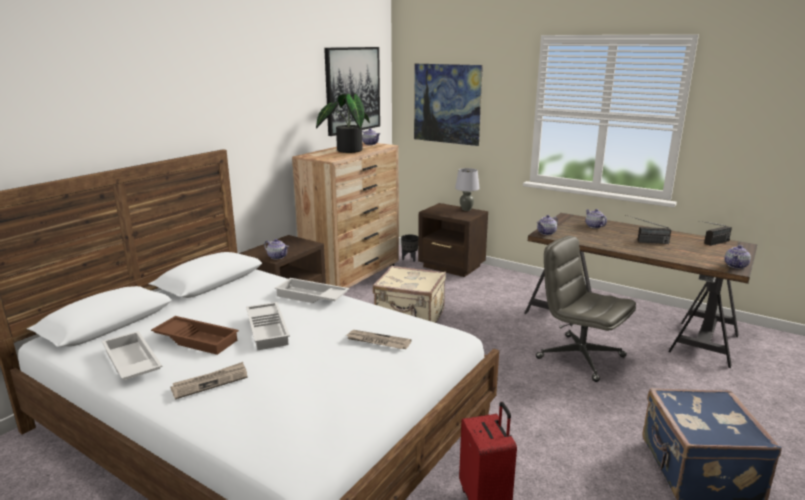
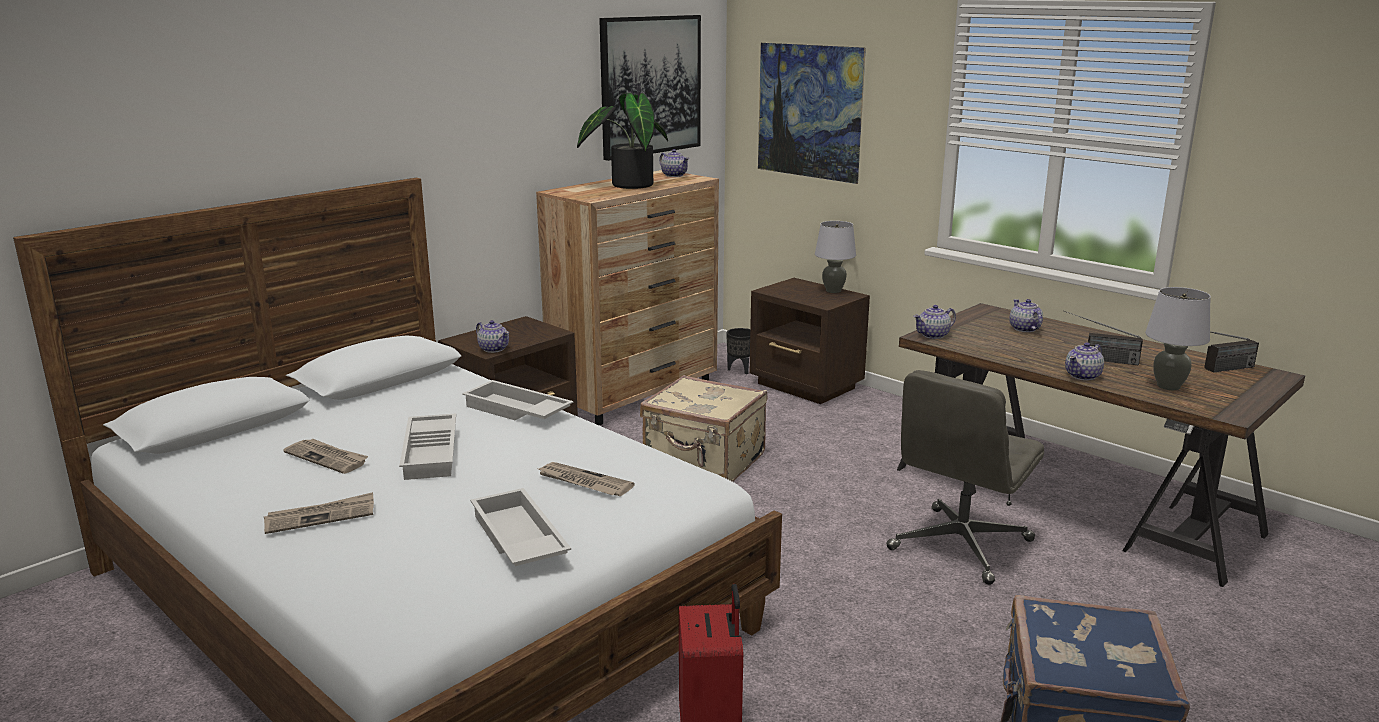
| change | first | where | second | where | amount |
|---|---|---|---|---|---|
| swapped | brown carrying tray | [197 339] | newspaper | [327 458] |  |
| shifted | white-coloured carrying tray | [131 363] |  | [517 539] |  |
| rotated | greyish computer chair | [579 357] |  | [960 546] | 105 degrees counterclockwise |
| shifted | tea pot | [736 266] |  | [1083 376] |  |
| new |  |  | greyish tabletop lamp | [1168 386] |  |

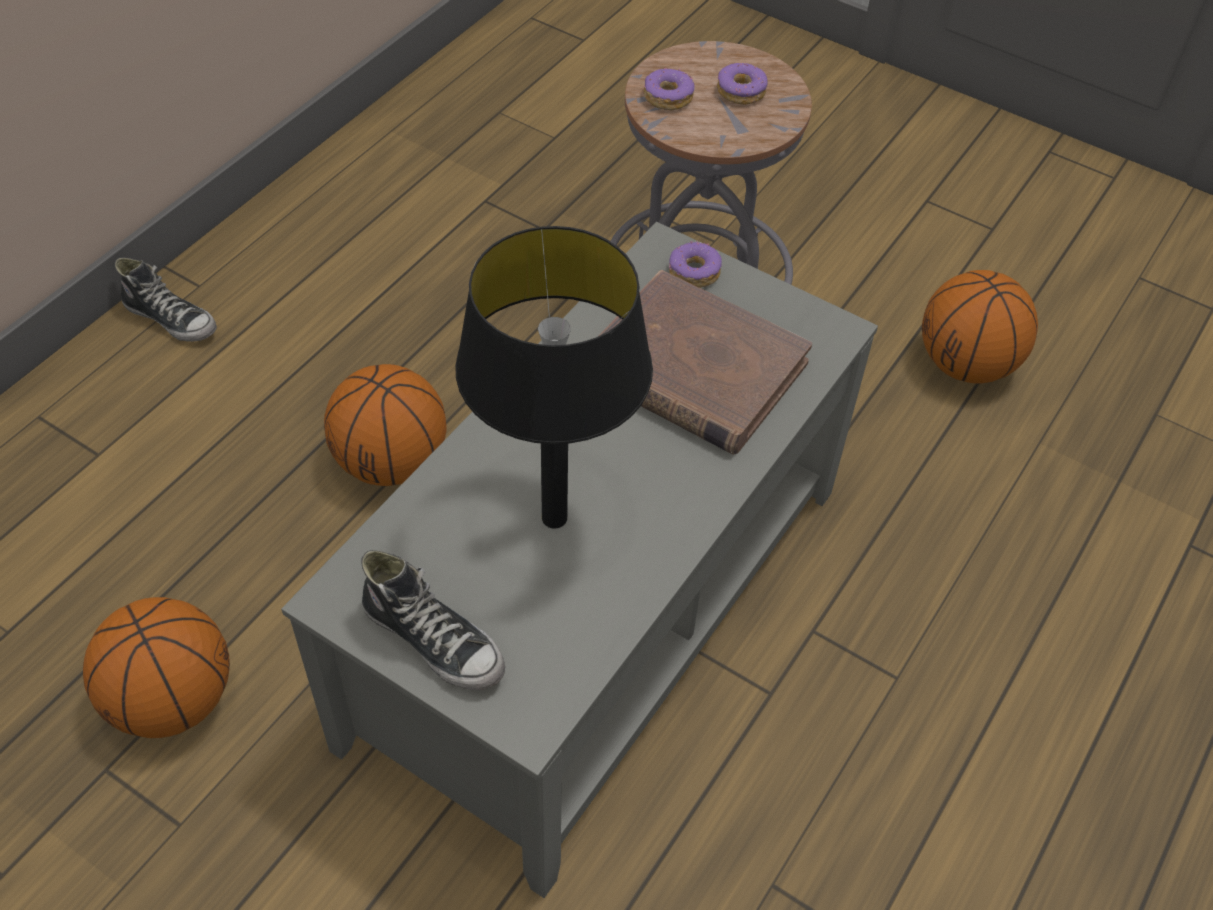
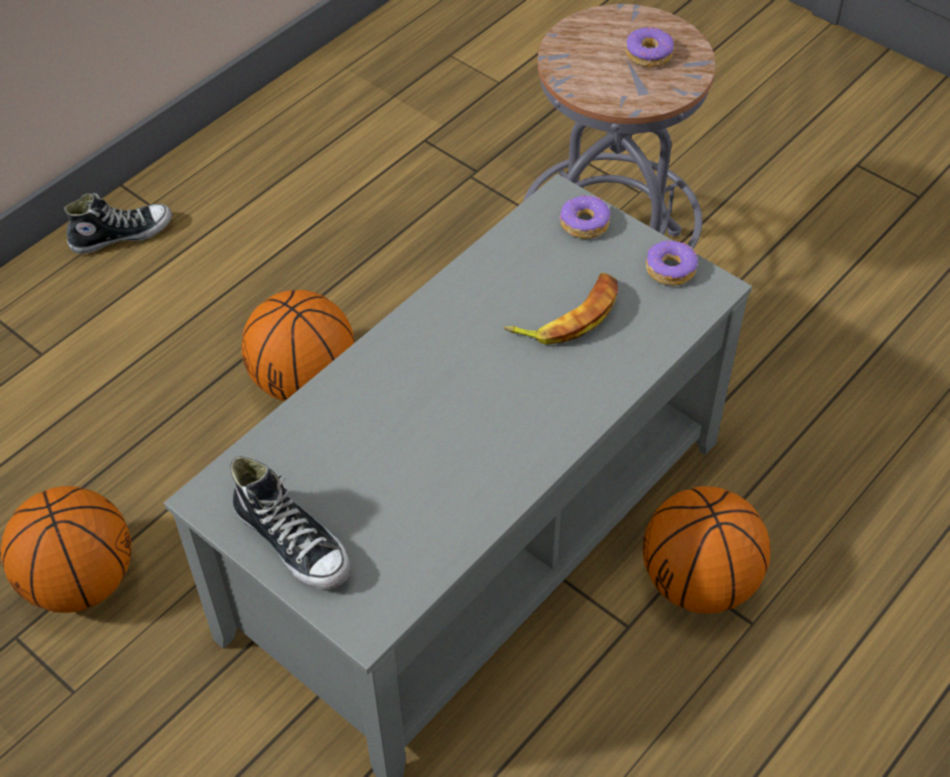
| change | first | where | second | where | amount |
|---|---|---|---|---|---|
| rotated | shoe | [171 319] |  | [122 234] | 60 degrees counterclockwise |
| swapped | brown book | [694 370] | whole banana | [569 316] |  |
| shifted | basketball ball | [965 364] |  | [698 582] |  |
| shifted | donut | [667 97] |  | [670 269] |  |
| gone | blackish tabletop lamp | [556 518] |  |  |  |

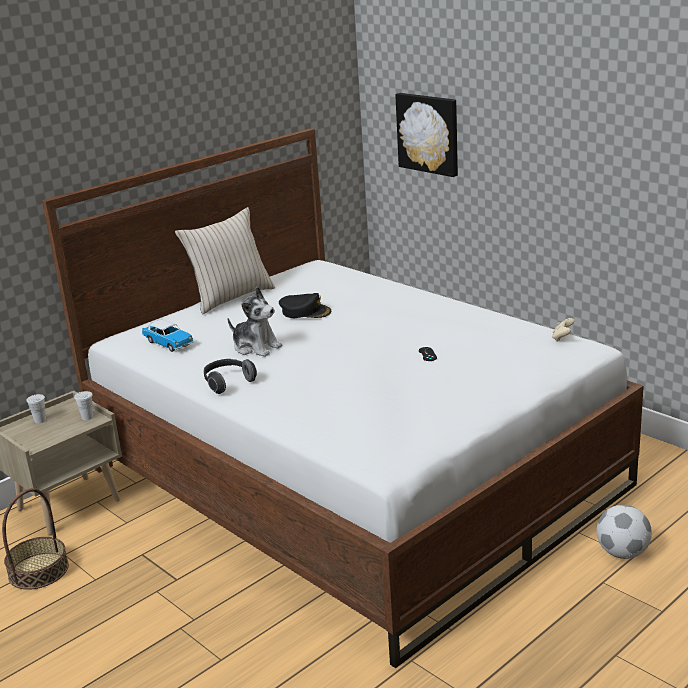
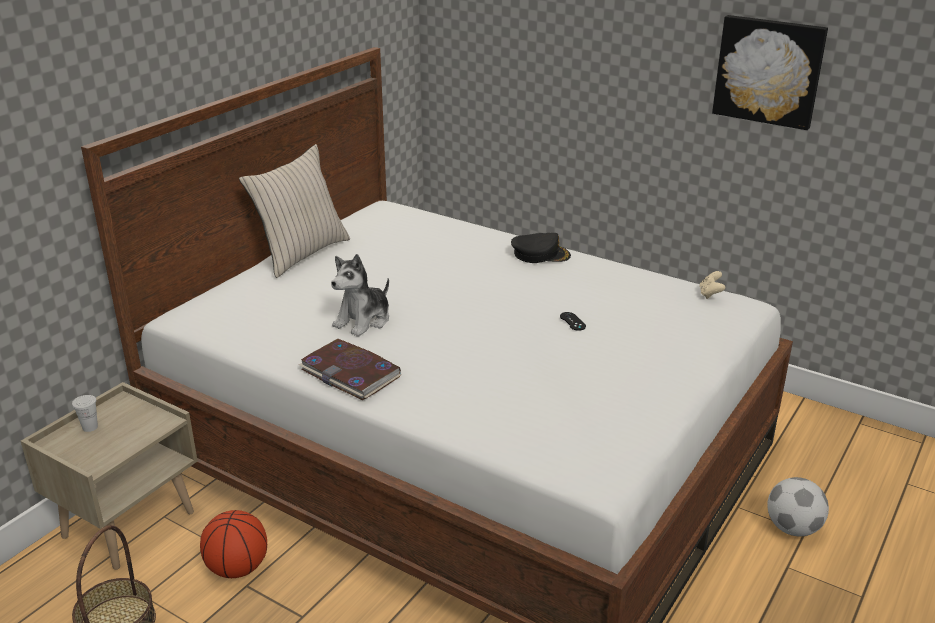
| change | first | where | second | where | amount |
|---|---|---|---|---|---|
| new |  |  | basketball ball | [237 568] |  |
| swapped | headset | [227 383] | book | [351 373] |  |
| rotated | plush toy | [256 347] |  | [363 321] | 105 degrees clockwise |
| shifted | blackish peaked cap | [305 312] |  | [540 254] |  |
| shifted | wall picture | [429 133] |  | [769 71] |  |
| gone | white-coloured drinking cup | [87 417] |  |  |  |
| gone | model car | [168 343] |  |  |  |

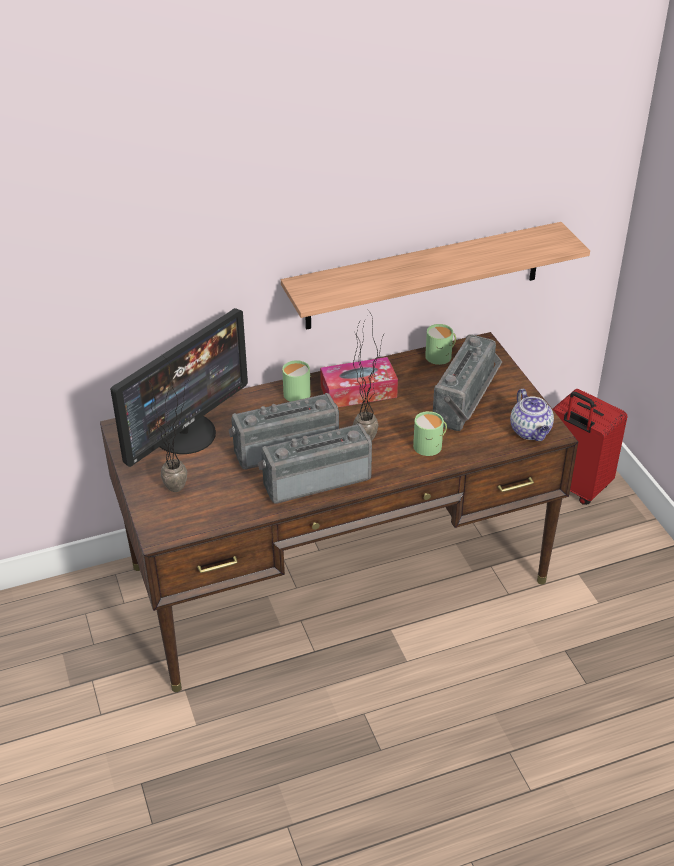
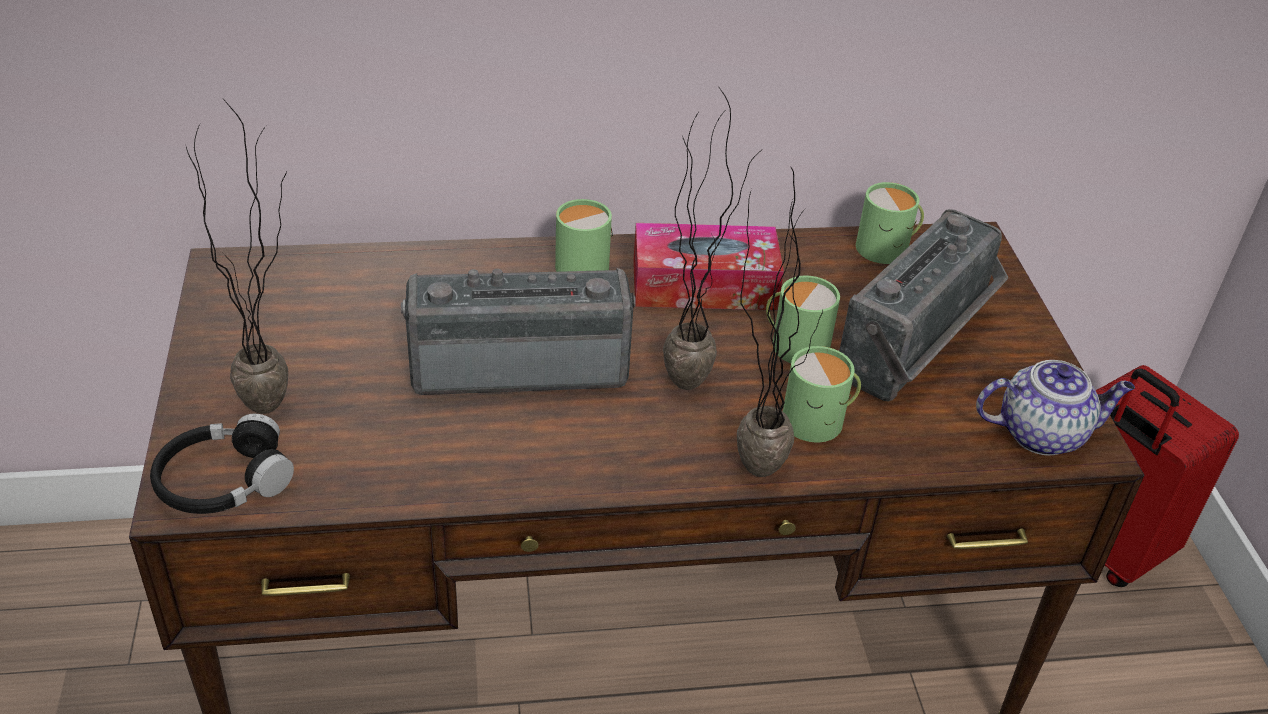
| change | first | where | second | where | amount |
|---|---|---|---|---|---|
| new |  |  | blackish headset | [223 481] |  |
| new |  |  | houseplant | [754 456] |  |
| new |  |  | green coffee mug | [794 343] |  |
| rotated | tea pot | [531 432] |  | [1042 433] | 90 degrees counterclockwise |
| gone | computer display | [185 433] |  |  |  |
| gone | radio | [315 478] |  |  |  |
| gone | wall shelf | [424 276] |  |  |  |

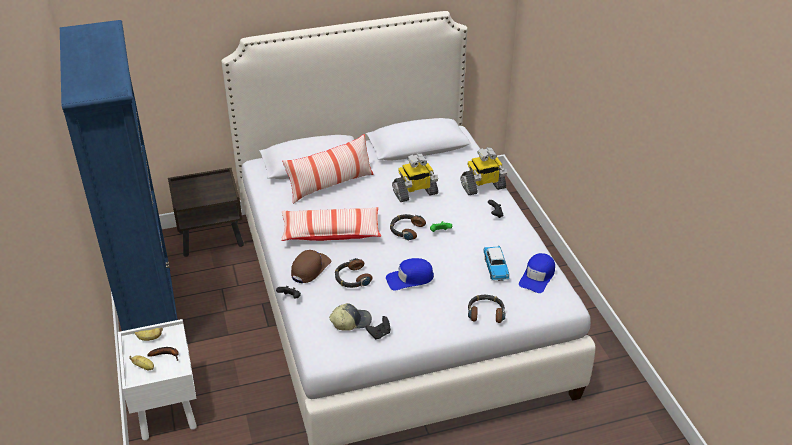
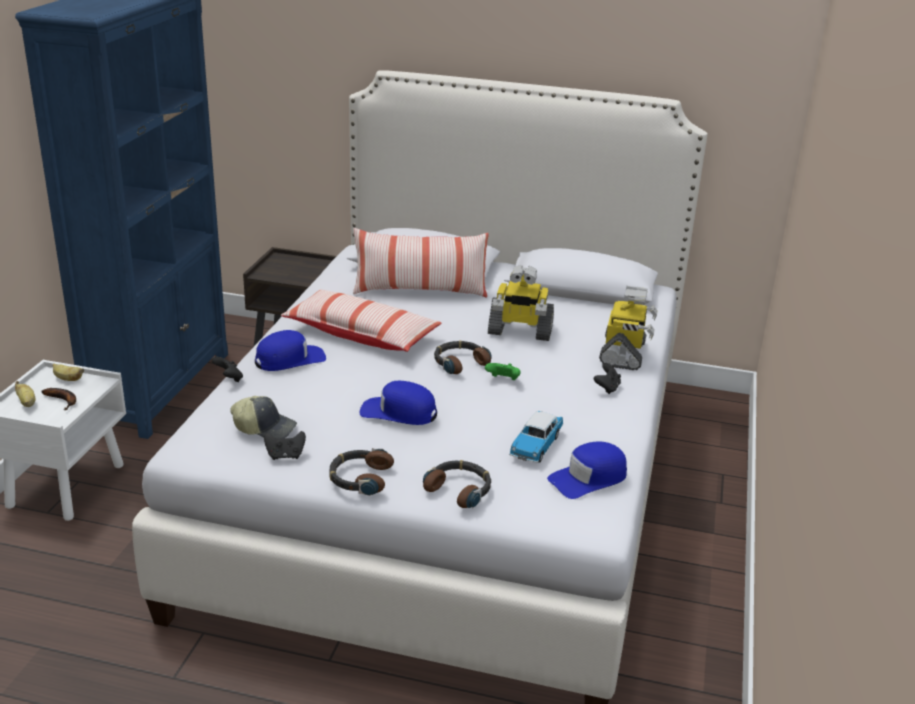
| change | first | where | second | where | amount |
|---|---|---|---|---|---|
| repainted | brown peaked cap | [310 268] | blue-coloured peaked cap | [290 359] |  |
| shifted | headset | [352 278] |  | [359 478] |  |
| rotated | toy robot | [483 187] |  | [624 354] | 90 degrees counterclockwise |

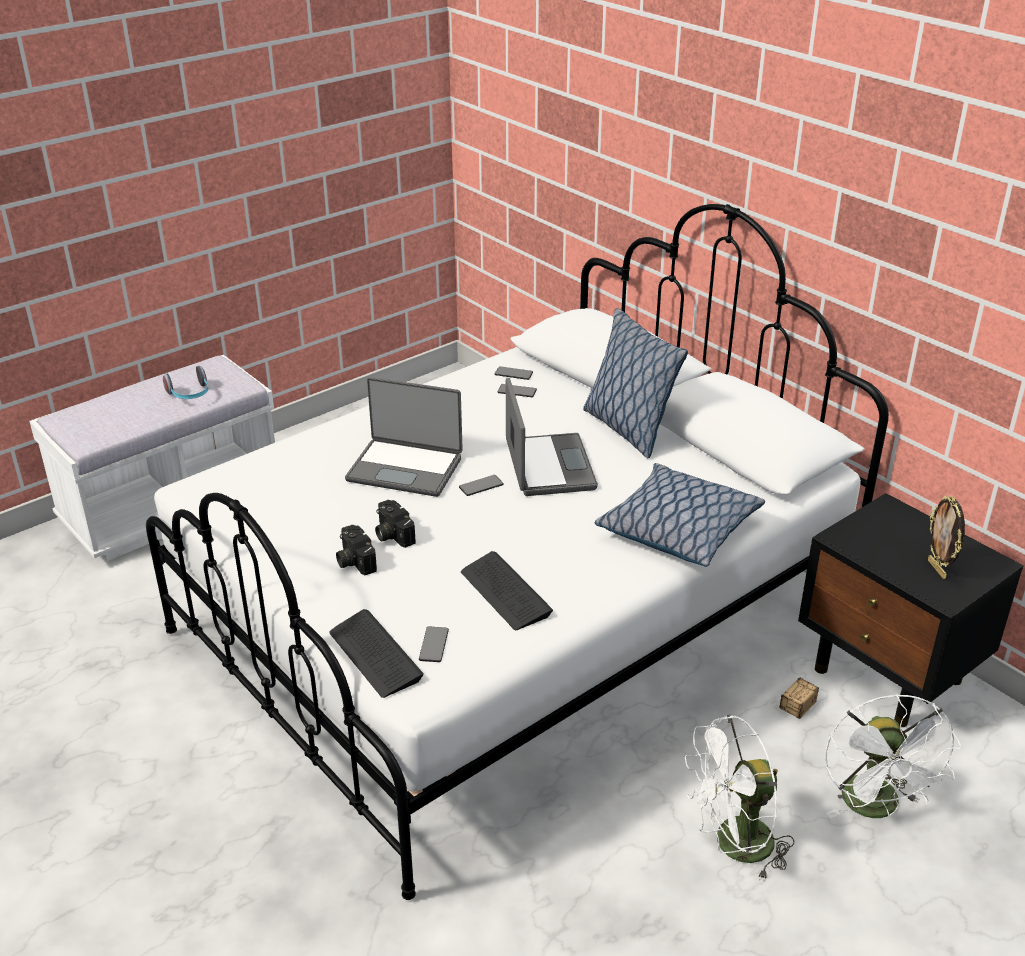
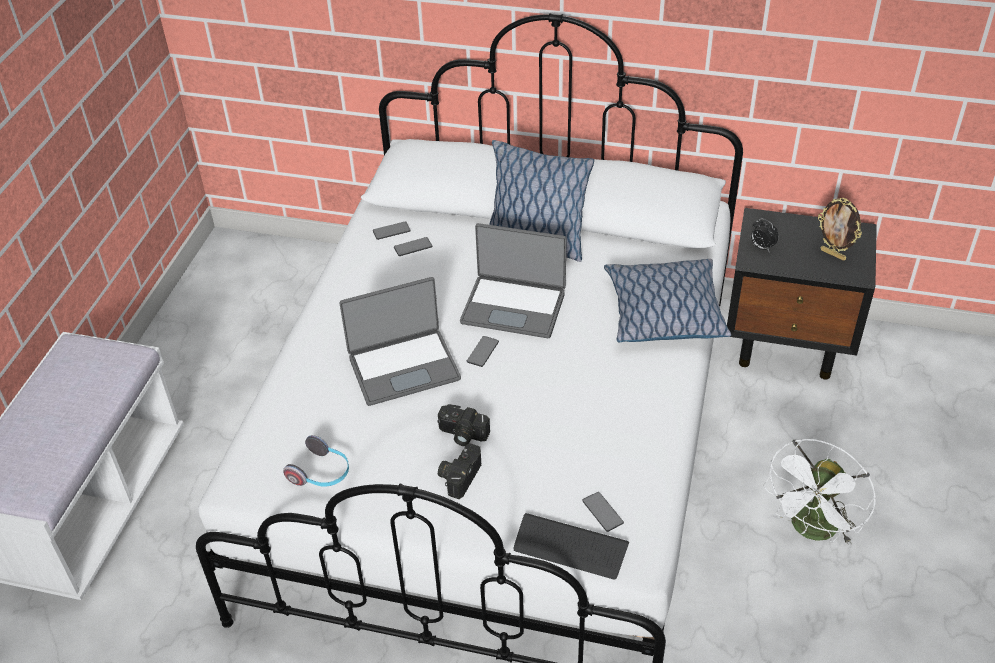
| change | first | where | second | where | amount |
|---|---|---|---|---|---|
| shifted | headset | [190 395] |  | [322 473] |  |
| rotated | photo camera | [353 560] |  | [459 476] | 90 degrees clockwise |
| rotated | notebook computer | [547 466] |  | [514 306] | 150 degrees clockwise |
| new |  |  | alarm clock | [761 247] |  |
| gone | keyboard | [505 593] |  |  |  |
| gone | storage bin | [785 717] |  |  |  |
| gone | white-coloured fan | [876 808] |  |  |  |

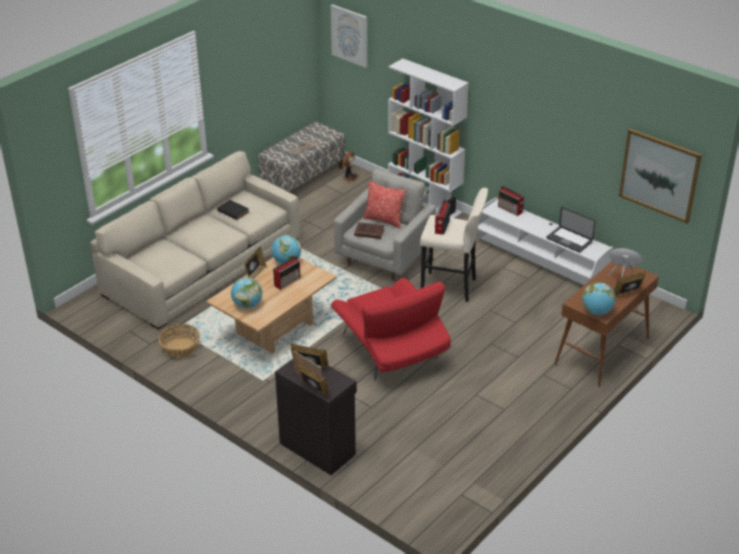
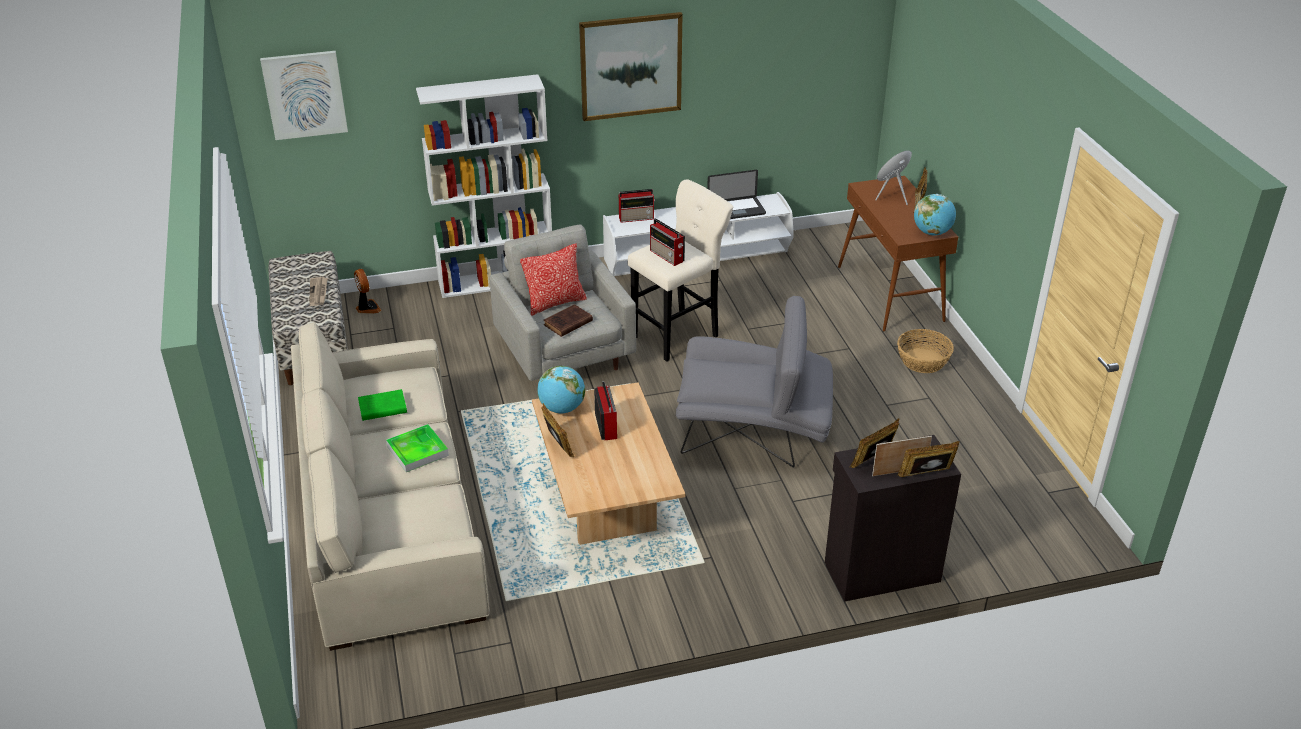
| change | first | where | second | where | amount |
|---|---|---|---|---|---|
| repainted | blackish book | [232 211] | green book | [381 408] |  |
| new |  |  | carrying tray | [417 451] |  |
| shifted | wall picture | [659 175] |  | [631 66] |  |
| repainted | red easy chair | [391 352] | greyish easy chair | [752 431] |  |
| shifted | basket | [180 348] |  | [923 361] |  |
| gone | desk globe | [247 305] |  |  |  |

